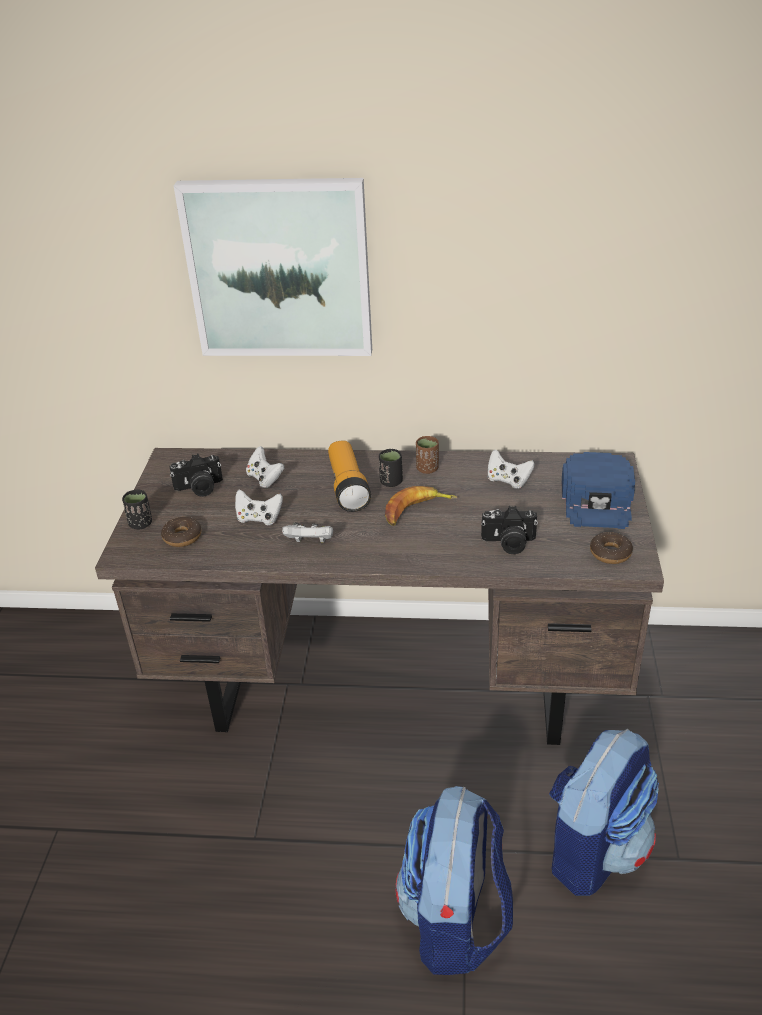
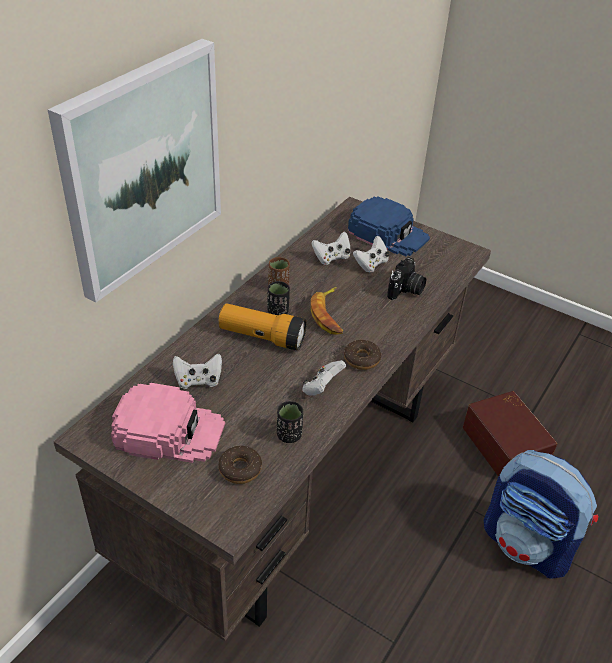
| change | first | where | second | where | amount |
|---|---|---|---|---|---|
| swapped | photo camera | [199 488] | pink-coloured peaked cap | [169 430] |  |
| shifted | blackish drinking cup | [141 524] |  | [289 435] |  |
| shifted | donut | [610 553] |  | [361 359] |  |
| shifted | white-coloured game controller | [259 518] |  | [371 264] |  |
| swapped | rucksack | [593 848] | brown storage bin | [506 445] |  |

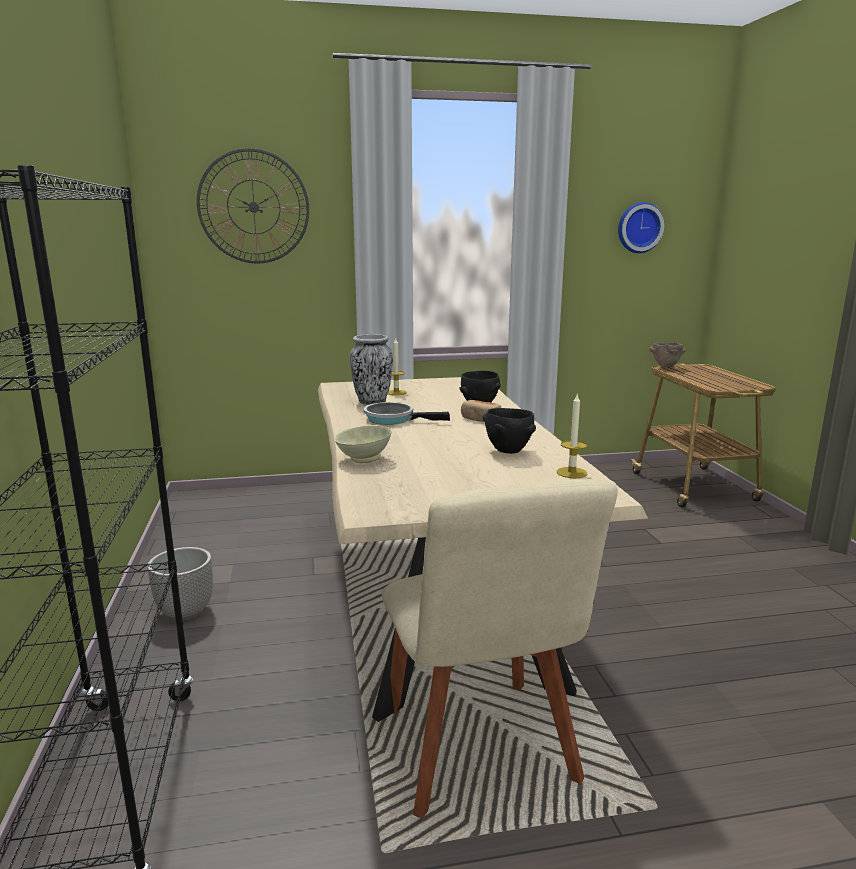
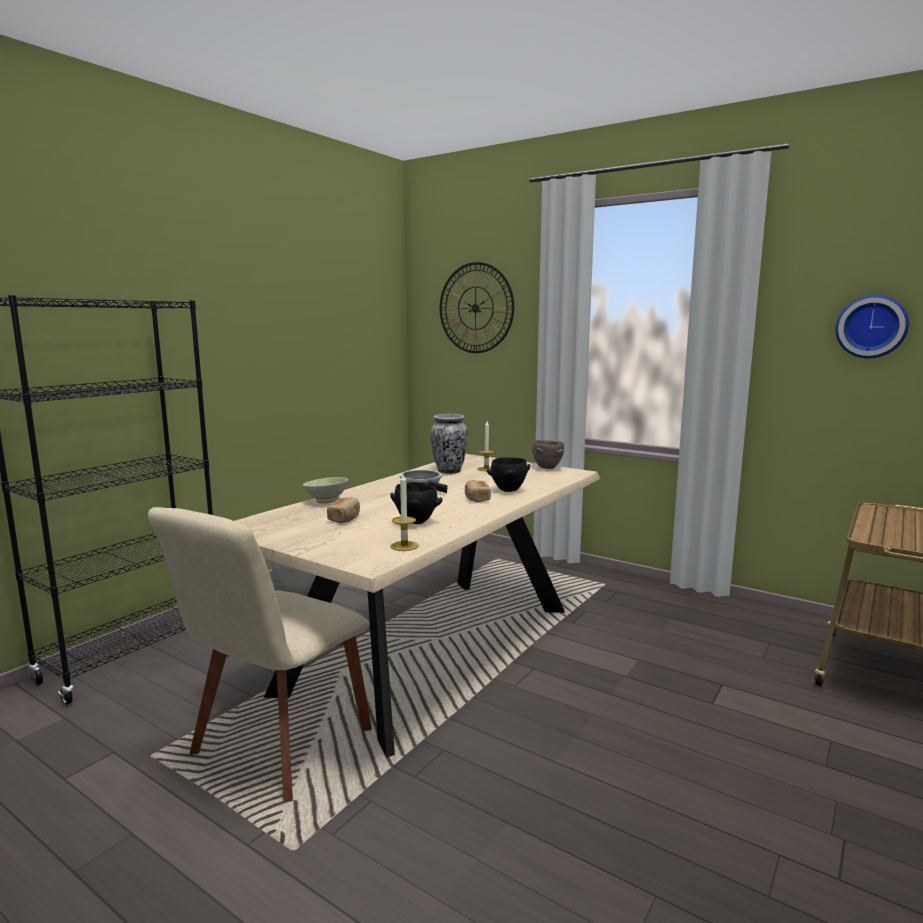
| change | first | where | second | where | amount |
|---|---|---|---|---|---|
| new |  |  | bread | [345 518] |  |
| shifted | brown deep dish | [666 366] |  | [547 468] |  |

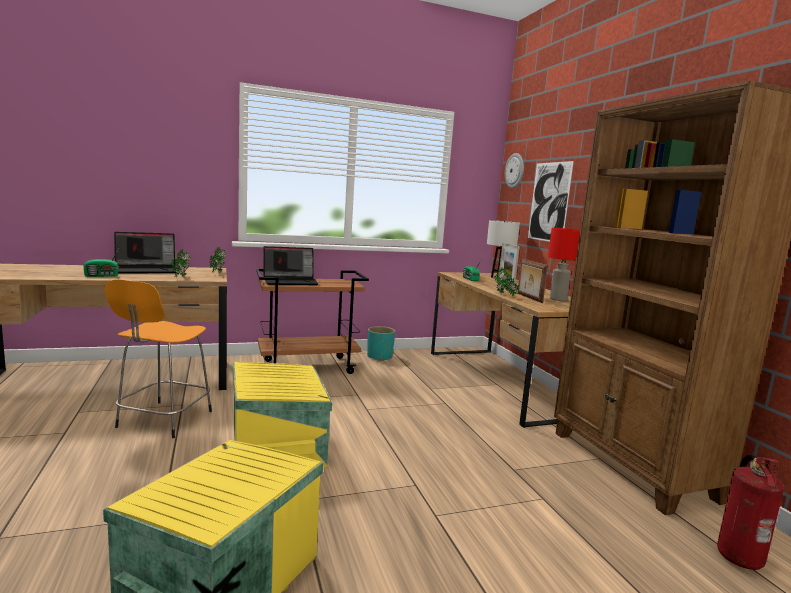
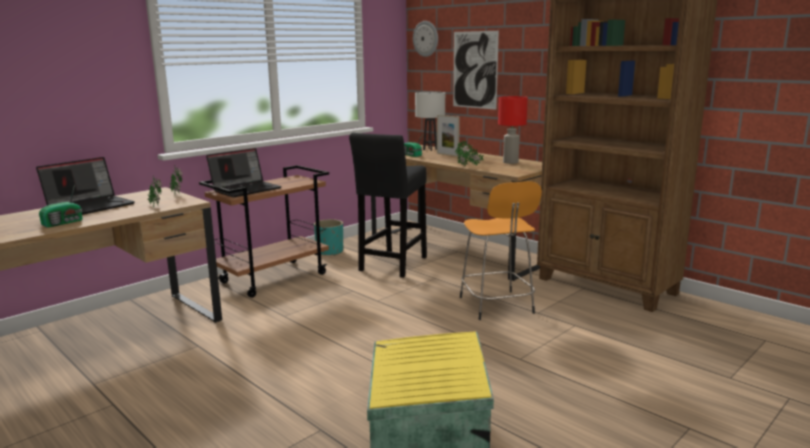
| change | first | where | second | where | amount |
|---|---|---|---|---|---|
| new |  |  | blackish stool seat | [392 265] |  |
| shifted | orange stool seat | [163 420] |  | [497 306] |  |
| gone | yellow-coloured storage bin | [279 446] |  |  |  |
| gone | photo frame | [528 298] |  |  |  |
| gone | extinguisher | [738 557] |  |  |  |

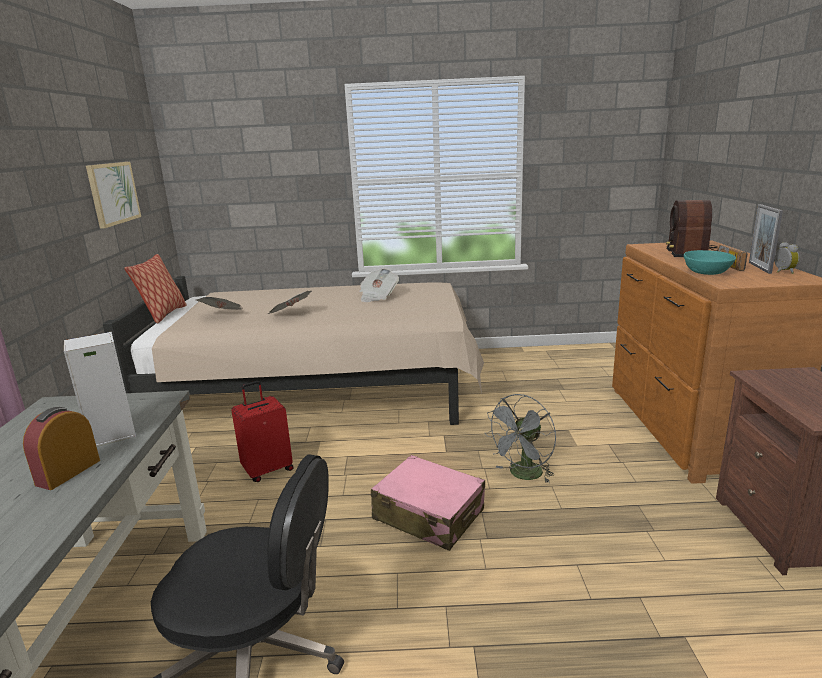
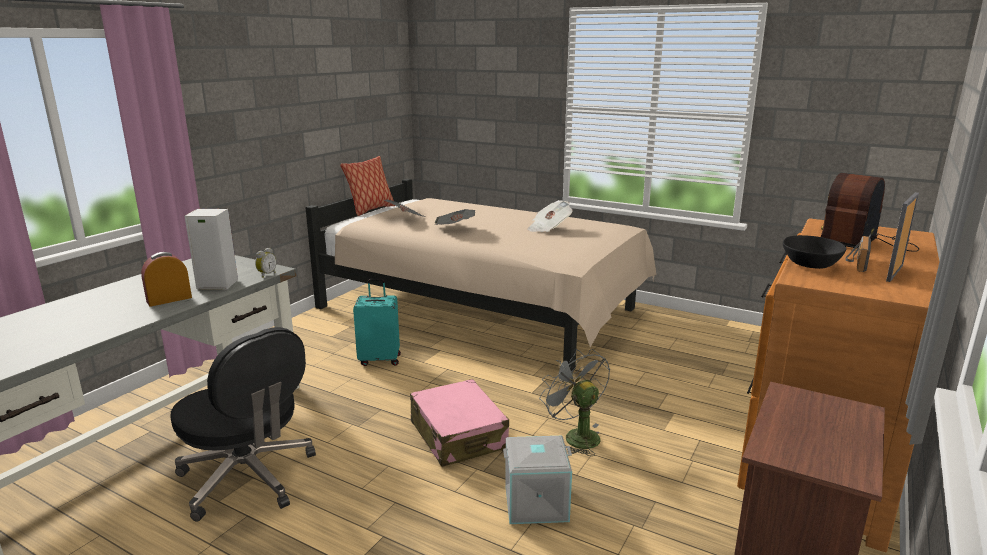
| change | first | where | second | where | amount |
|---|---|---|---|---|---|
| shifted | alarm clock | [782 272] |  | [266 274] |  |
| repainted | red travel case | [268 470] | turquoise travel case | [380 359] |  |
| new |  |  | greyish storage bin | [535 504] |  |
| rotated | greyish fan | [523 475] |  | [576 436] | 75 degrees clockwise |
| repainted | turquoise deep dish | [707 273] | blackish deep dish | [811 265] |  |
| gone | wall picture | [113 193] |  |  |  |

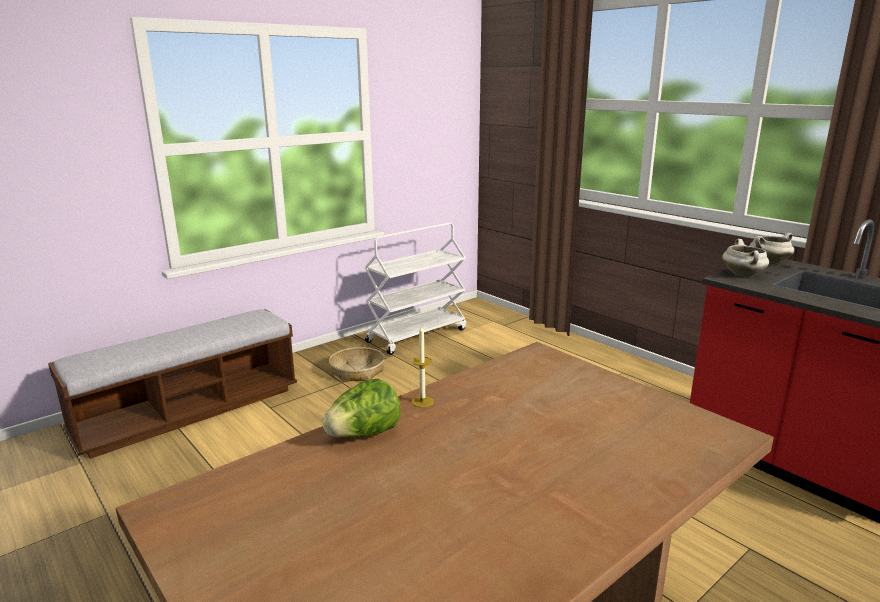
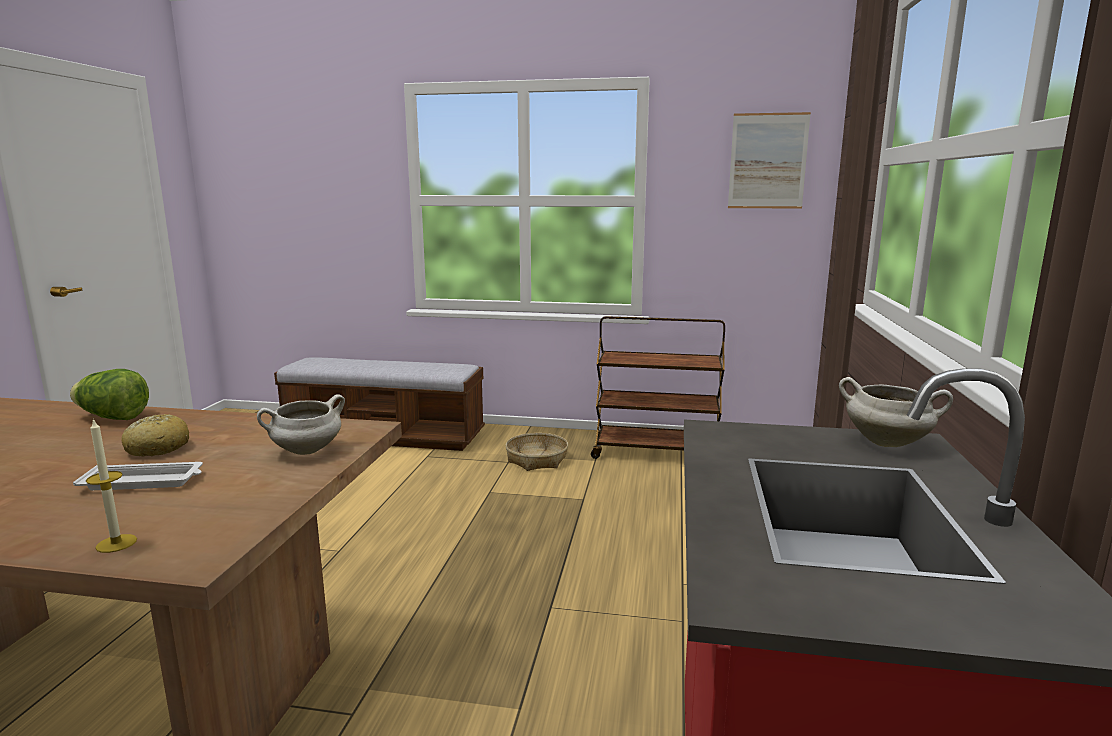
| change | first | where | second | where | amount |
|---|---|---|---|---|---|
| new |  |  | white-coloured carrying tray | [144 482] |  |
| shifted | wax light | [422 402] |  | [116 543] |  |
| new |  |  | bread | [157 448] |  |
| shifted | white-coloured saucepot | [743 275] |  | [306 451] |  |
| repainted | white-coloured trolley | [417 335] | brown trolley | [656 453] |  |
| new |  |  | wall picture | [768 161] |  |

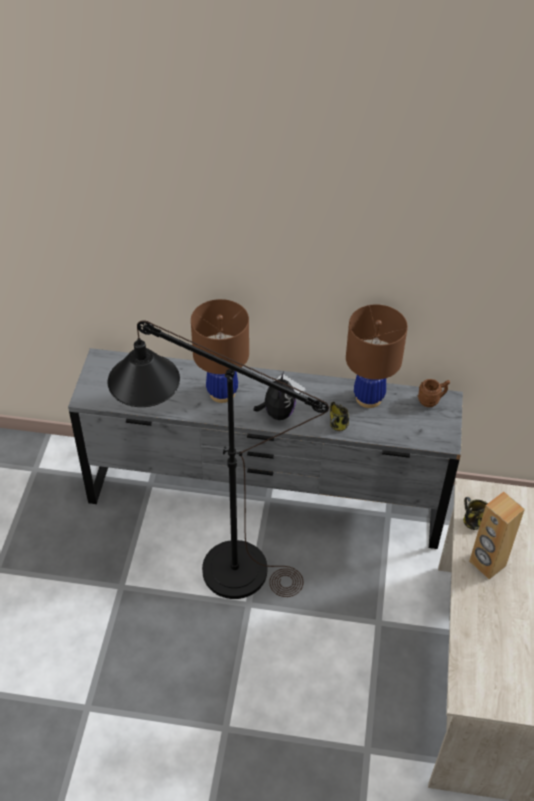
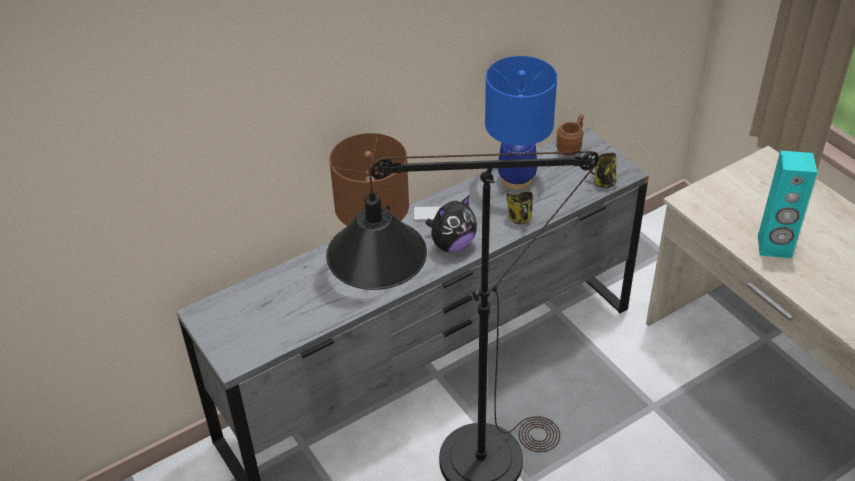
| change | first | where | second | where | amount |
|---|---|---|---|---|---|
| rotated | plush toy | [277 413] |  | [452 244] | 90 degrees clockwise |
| repainted | brown tabletop lamp | [368 398] | blue-coloured tabletop lamp | [516 179] |  |
| shifted | coffee mug | [472 521] |  | [602 182] |  |
| repainted | brown audio speaker | [487 564] | turquoise audio speaker | [774 247] |  |

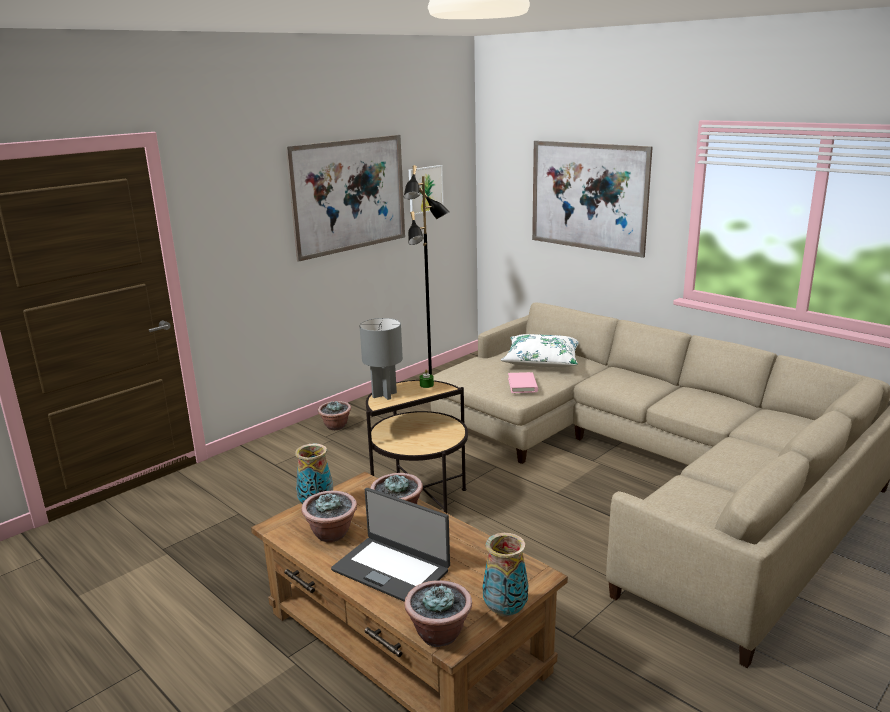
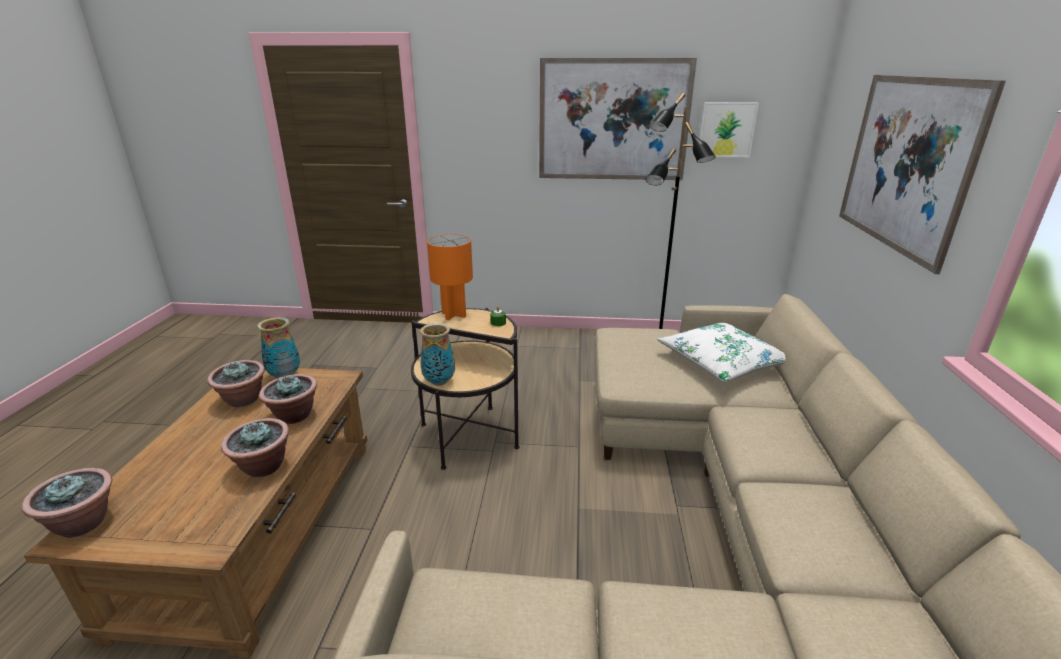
| change | first | where | second | where | amount |
|---|---|---|---|---|---|
| shifted | houseplant | [336 426] |  | [263 467] |  |
| shifted | vase | [505 611] |  | [439 382] |  |
| repainted | greyish tabletop lamp | [385 395] | orange tabletop lamp | [454 315] |  |
| gone | notebook computer | [391 569] |  |  |  |
| gone | pink-coloured book | [522 385] |  |  |  |

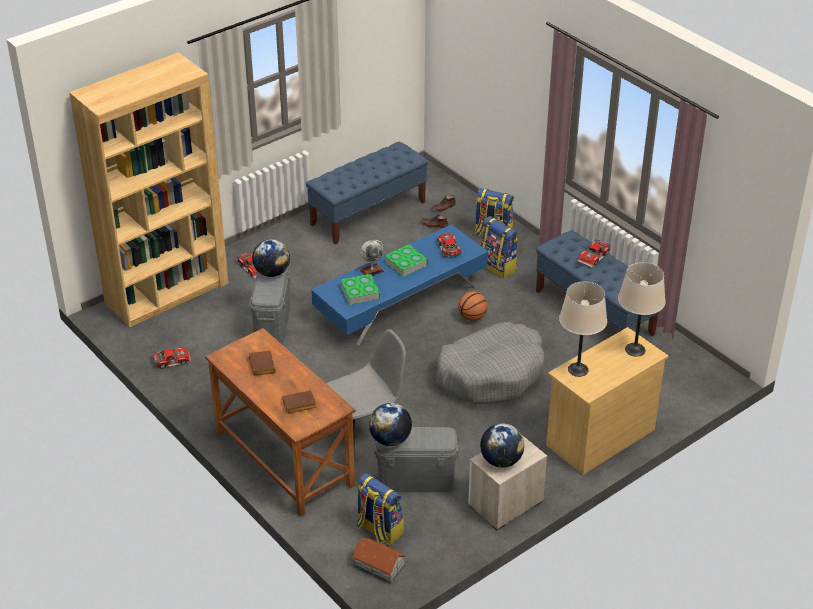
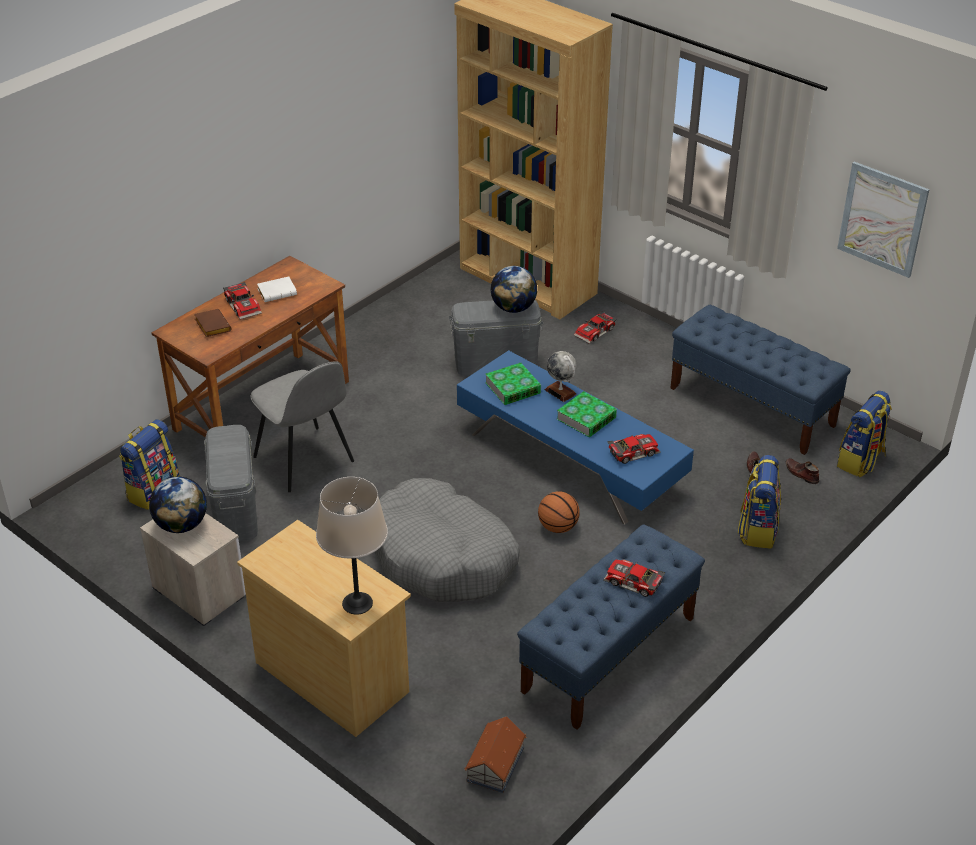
| change | first | where | second | where | amount |
|---|---|---|---|---|---|
| shifted | model car | [172 360] |  | [244 305] |  |
| repainted | brown book | [260 365] | white-coloured book | [278 292] |  |
| shifted | toy house | [379 566] |  | [494 764] |  |
| new |  |  | wall picture | [882 219] |  |
| shifted | rucksack | [499 266] |  | [861 461] |  |
| gone | desk globe | [390 439] |  |  |  |
| gone | beige-coloured tabletop lamp | [578 370] |  |  |  |

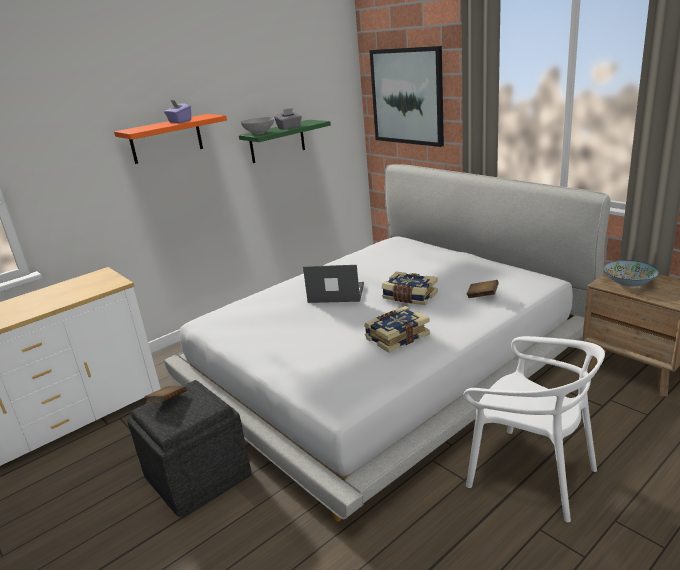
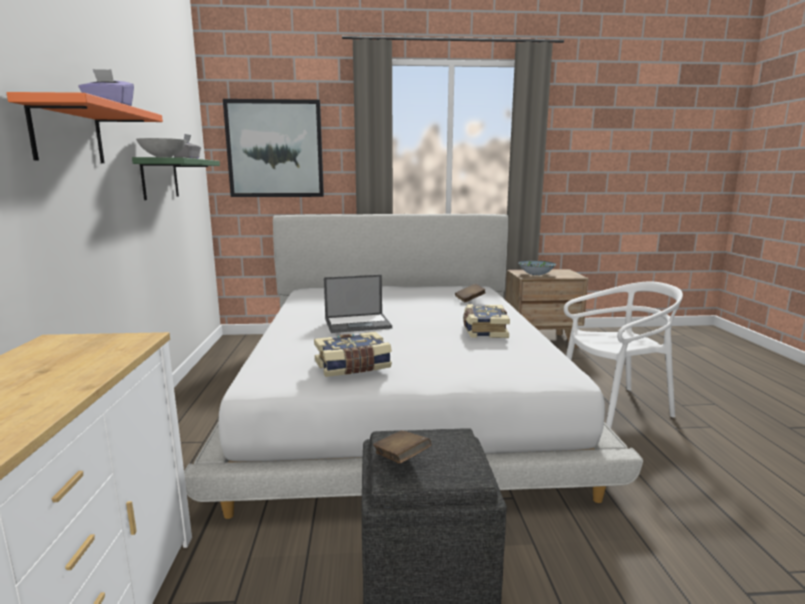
| change | first | where | second | where | amount |
|---|---|---|---|---|---|
| shifted | book | [409 297] |  | [353 366] |  |
| rotated | notebook computer | [335 293] |  | [358 323] | 150 degrees counterclockwise |

